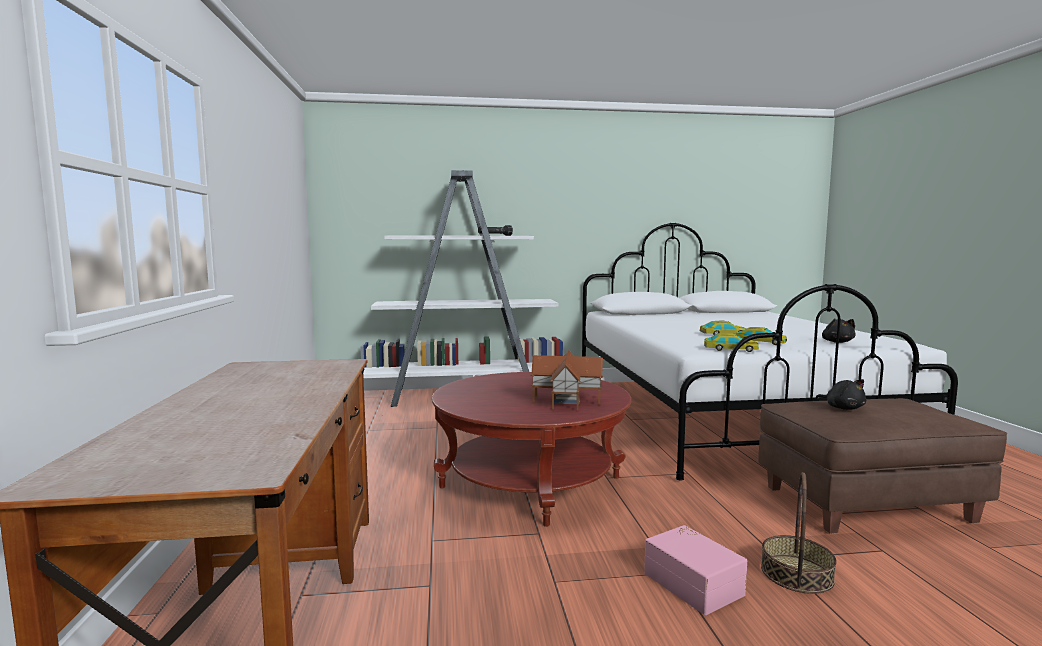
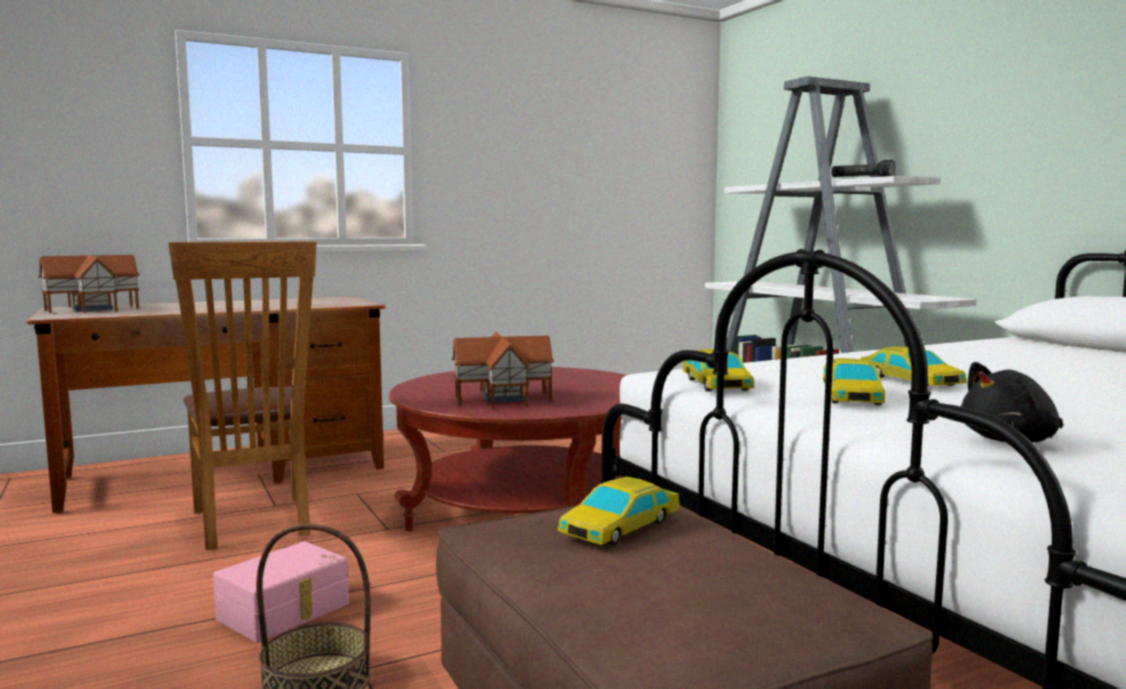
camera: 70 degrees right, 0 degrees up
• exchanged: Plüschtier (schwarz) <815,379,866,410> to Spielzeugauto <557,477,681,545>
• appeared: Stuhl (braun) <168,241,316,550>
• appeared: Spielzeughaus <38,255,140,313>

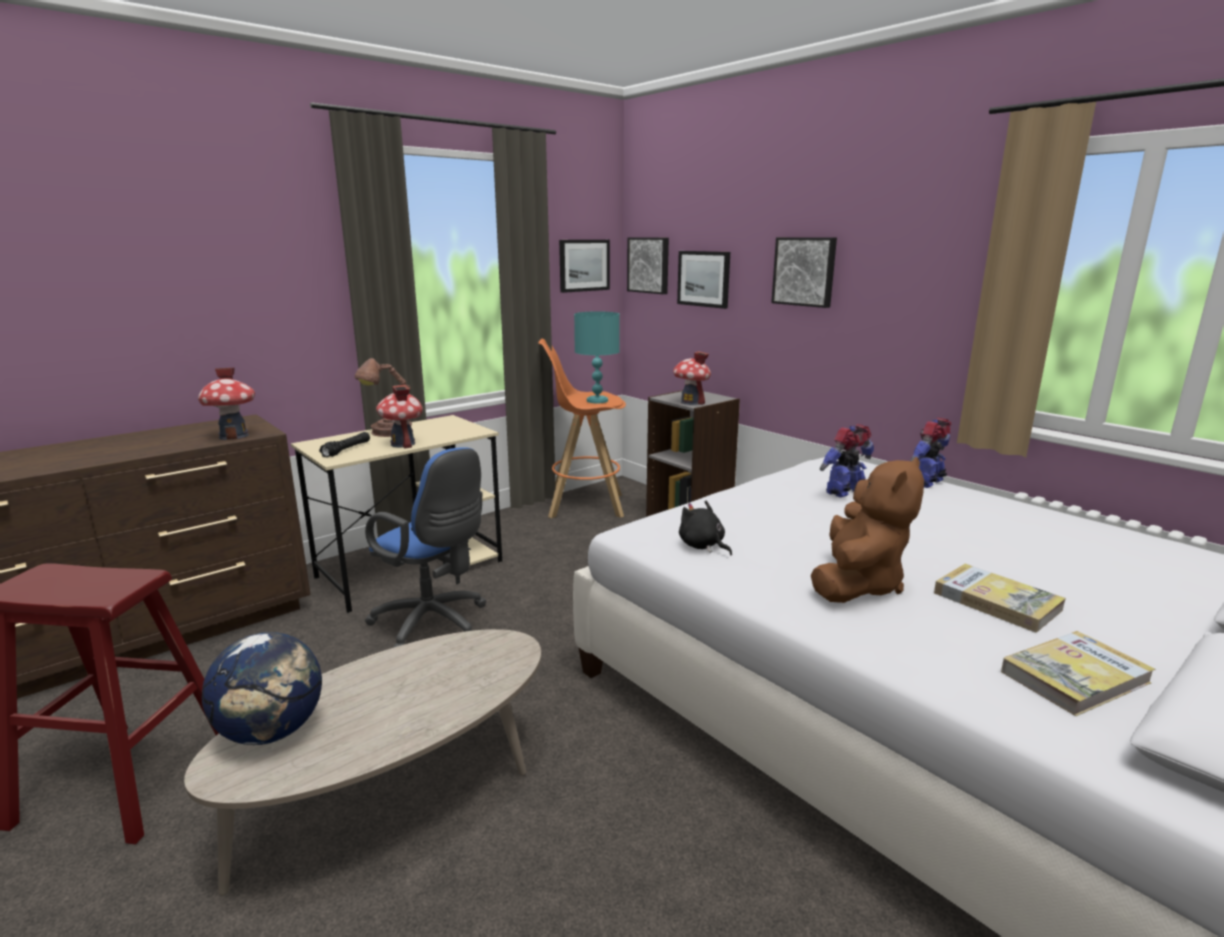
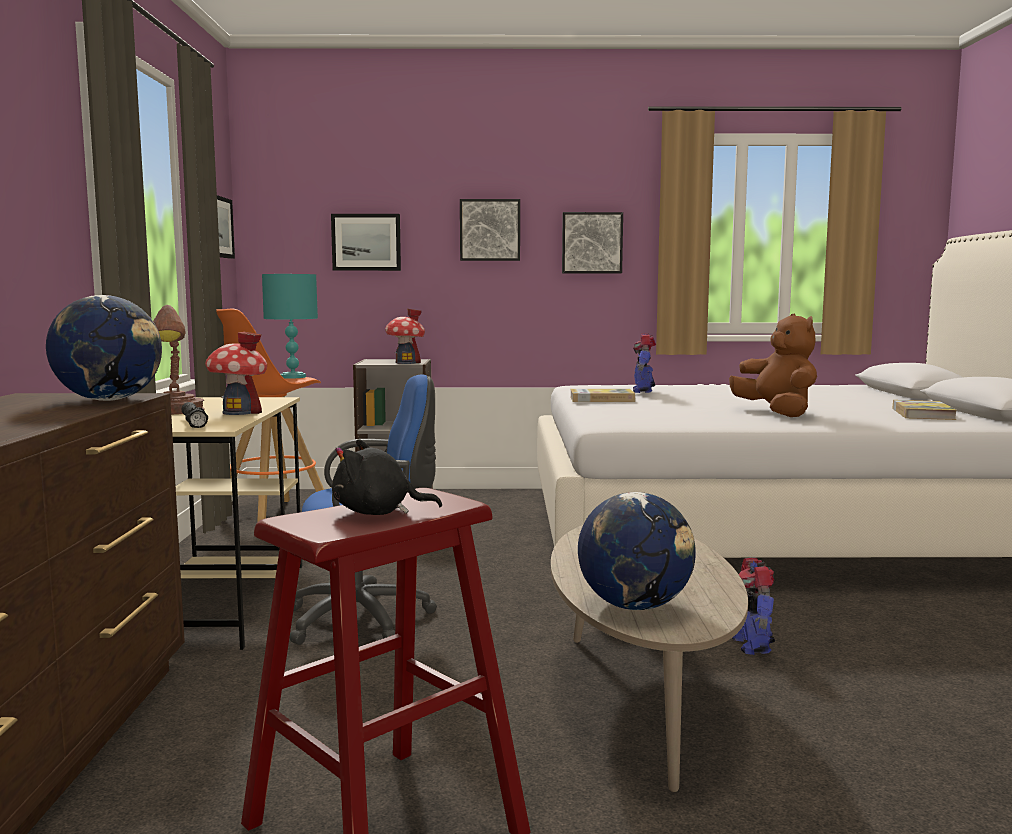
camera: 50 degrees left, 10 degrees down
• relocated: Bild <627,237,669,294> to <562,212,623,273>
• exchanged: Spielzeughaus <198,368,255,440> to Globus <46,295,162,401>
• relocated: Spielzeugroboter <910,418,951,488> to <732,558,775,655>
• relocated: Plüschtier (schwarz) <679,500,732,555> to <332,439,442,515>
• relocated: Buch <934,564,1066,633> to <570,389,635,402>

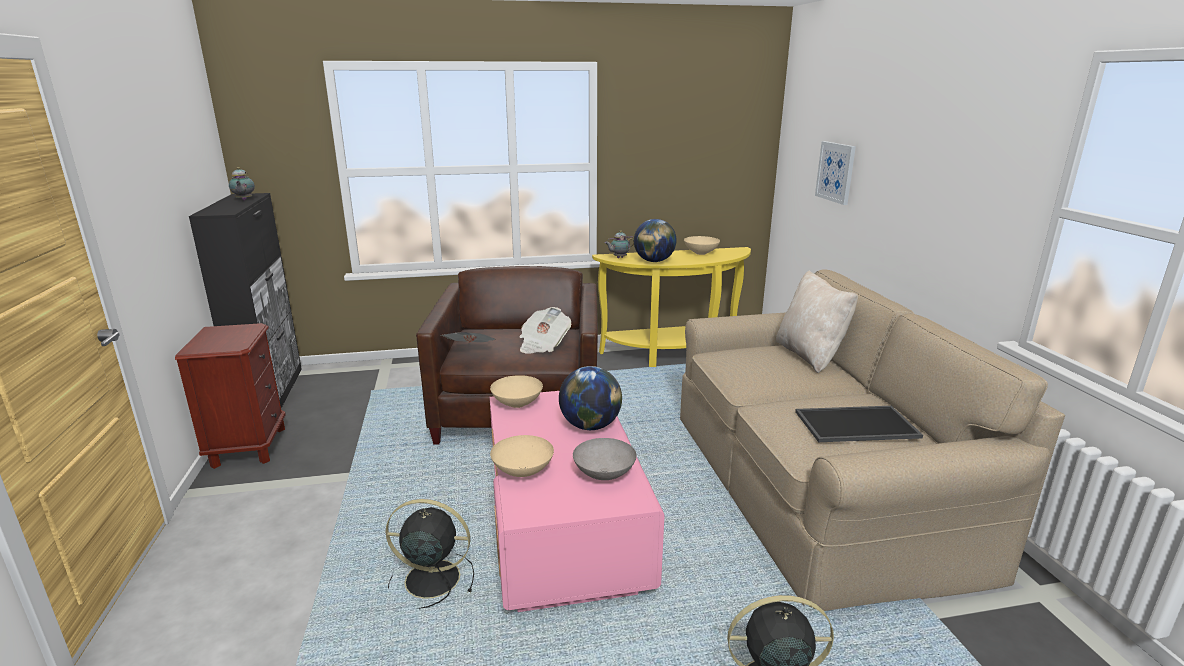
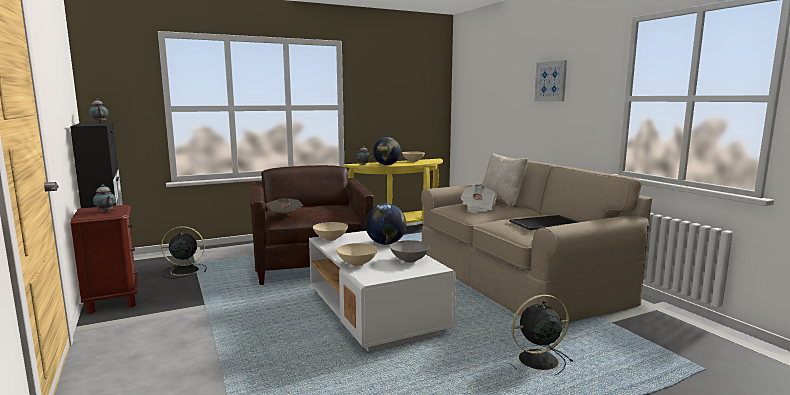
camera: 15 degrees left, 10 degrees down
• relocated: Bild <815,141,856,205> to <534,60,567,102>
• relocated: Zeitung <520,307,571,354> to <460,184,497,213>
• colour: Couchtisch (rosa) <490,391,665,612> to Couchtisch (weiß) <309,231,456,352>
• relocated: Ventilator (schwarz) <385,499,474,609> to <161,226,206,278>
• appeared: Teekanne <93,185,116,212>

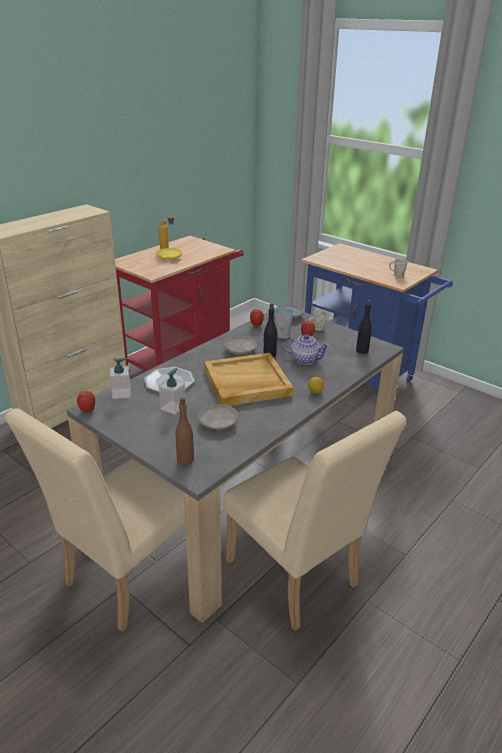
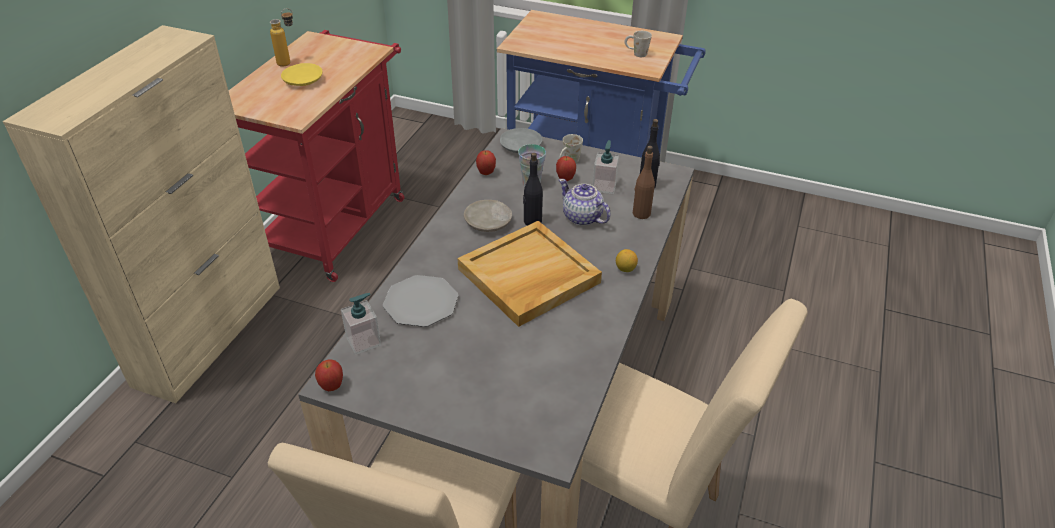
camera: 20 degrees left, 10 degrees up
• spun: Teekanne <283,334,330,365> = <559,179,611,226> 135 degrees counterclockwise
• relocated: Seifenspender <159,368,186,415> to <593,140,619,194>
• relocated: Flasche (braun) <175,398,194,465> to <633,146,655,219>
• missing: Teller (beige) <198,404,238,430>

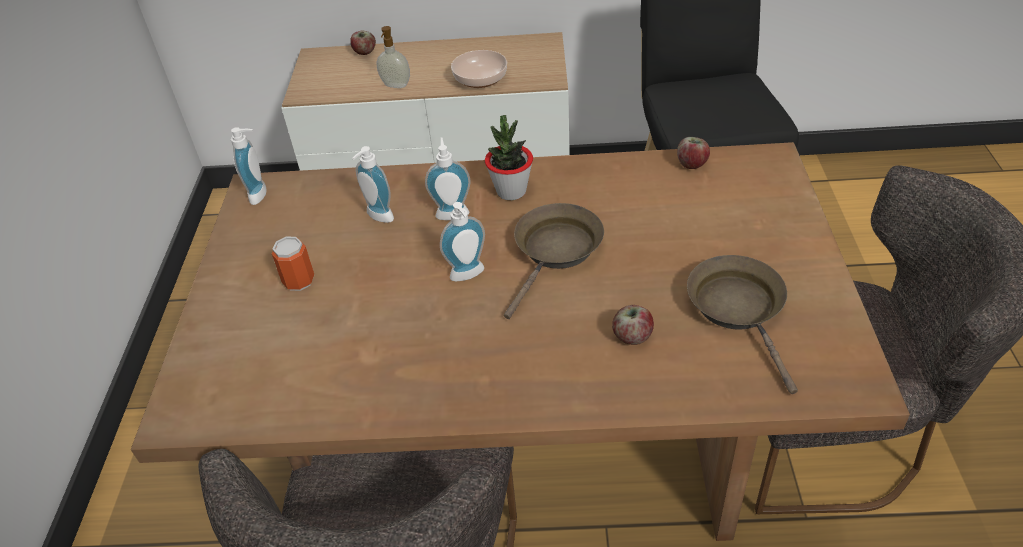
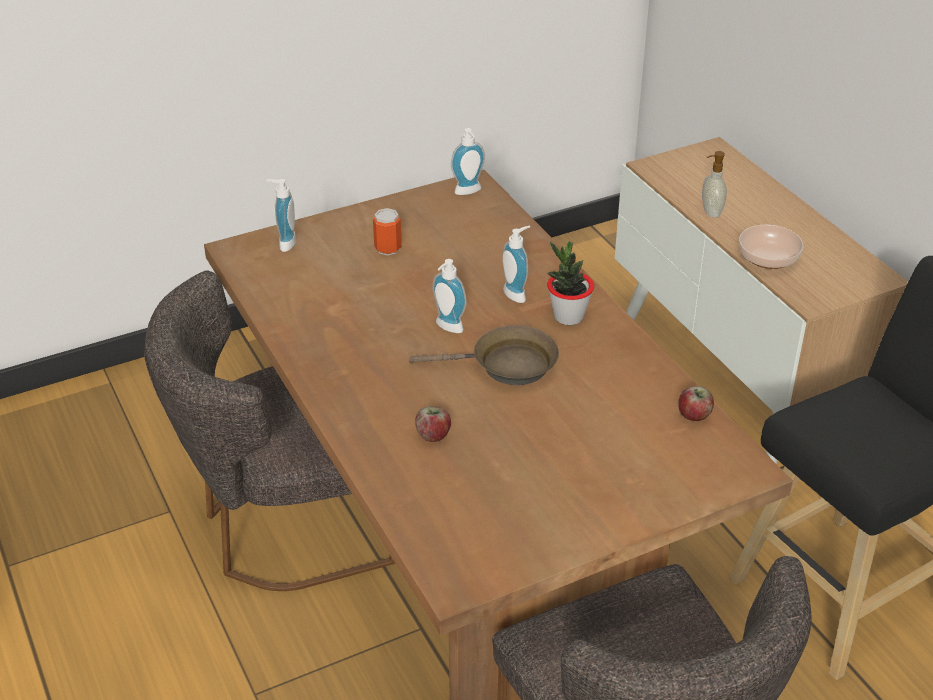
camera: 60 degrees right, 5 degrees down
• missing: Apfel <350,31,376,55>
• relocated: Seifenspender <352,146,394,223> to <266,179,296,252>
• missing: Pfanne (braun) <687,255,798,394>

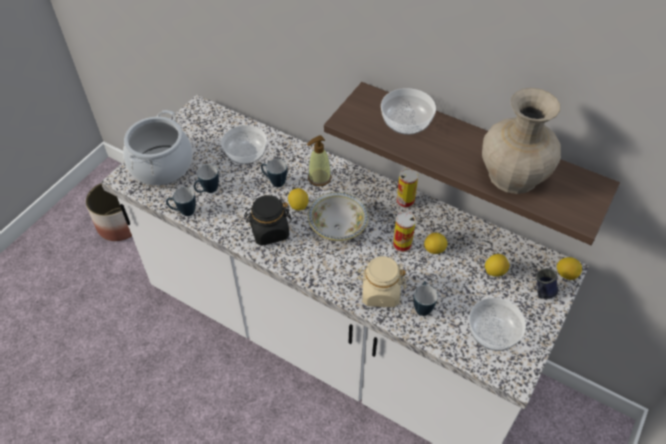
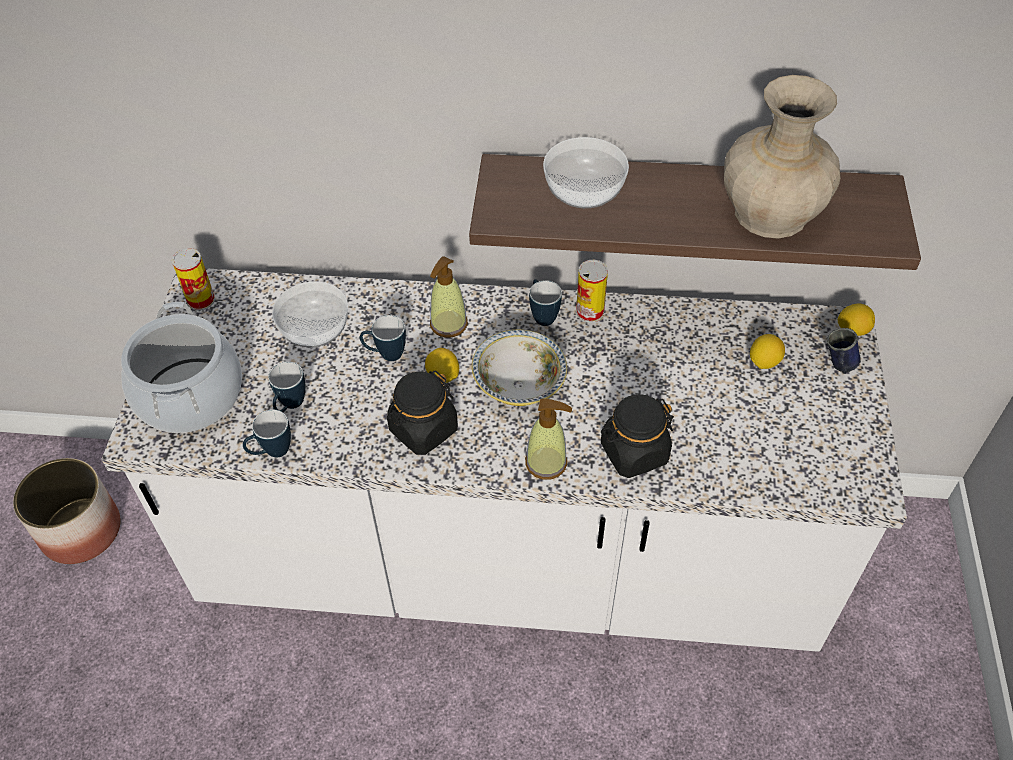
camera: 25 degrees left, 0 degrees up
• relocated: Dose <393,212,416,252> to <172,248,215,311>
• missing: Zitrone <424,233,447,254>
• colour: Vorratsglas (beige) <357,256,406,307> to Vorratsglas (schwarz) <601,394,674,478>
• relocated: Henkelbecher <413,281,438,316> to <529,279,562,326>
• missing: Schüssel <469,298,526,351>
• appeared: Seifenspender <525,399,572,480>

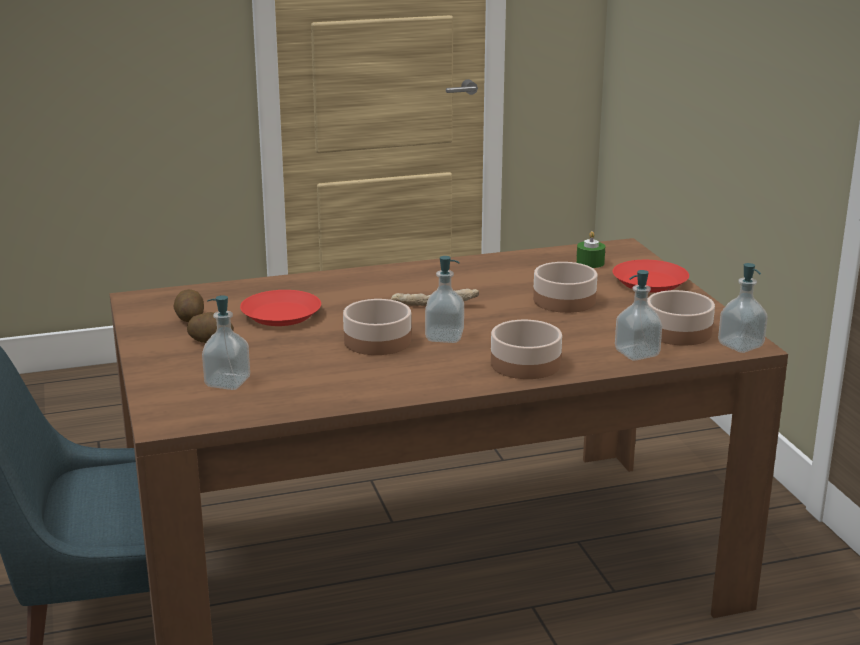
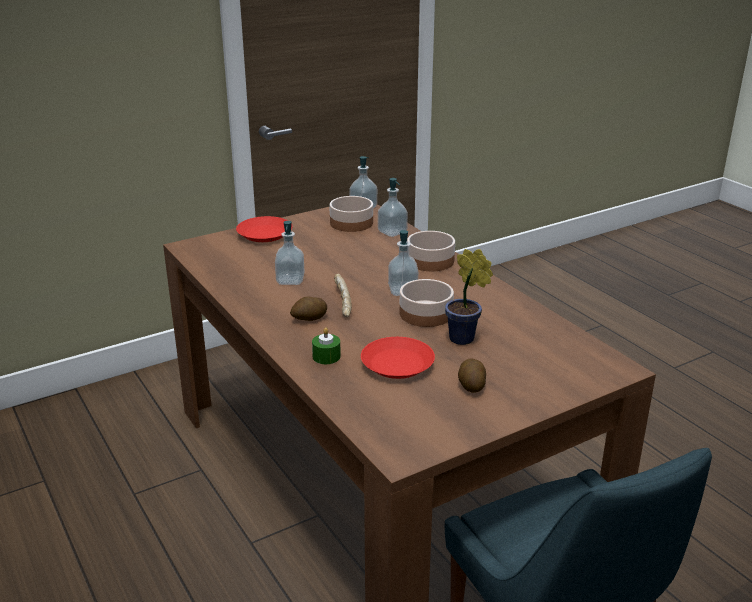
camera: 105 degrees left, 5 degrees up
• relocated: Kerze (grün) <576,231,605,268> to <312,327,341,364>
• missing: Schüssel <533,262,597,313>
• relocated: Kartoffel <174,289,204,322> to <290,297,327,321>
• relocated: Seifenspender <202,295,250,390> to <275,221,305,285>
• appeared: Topfpflanze <445,249,493,345>

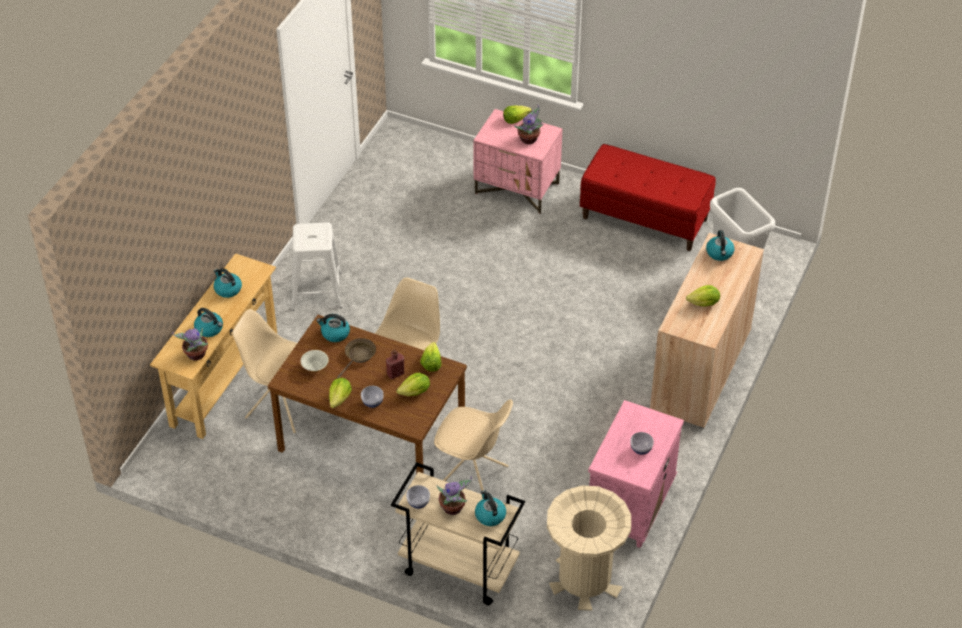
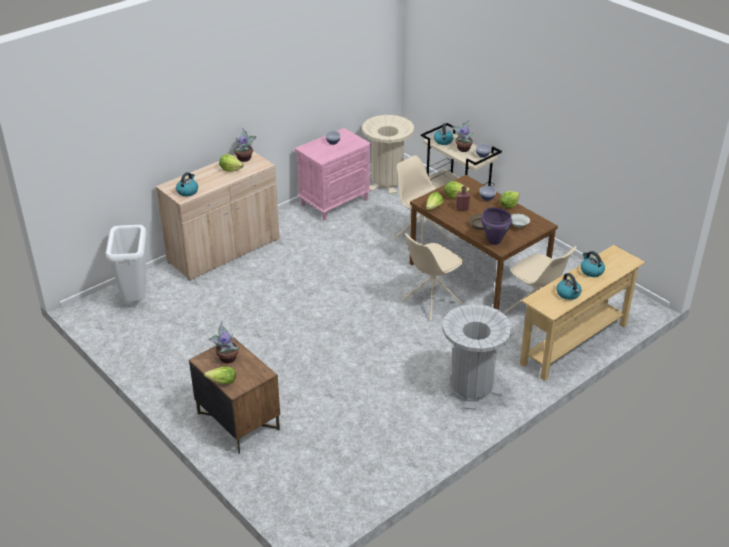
camera: 155 degrees left, 10 degrees down
• colour: Nachttisch (rosa) <473,109,563,214> to Nachttisch (braun) <189,337,280,454>
• missing: Bank (rot) <580,144,716,251>
• exchanged: Hocker (weiß) <291,222,342,311> to Mülleimer (grau) <442,304,512,410>
• exchanged: Wasserkessel <316,314,350,342> to Kochtopf (lila) <481,207,512,245>
• relocated: Topfpflanze <172,328,208,360> to <233,128,256,162>

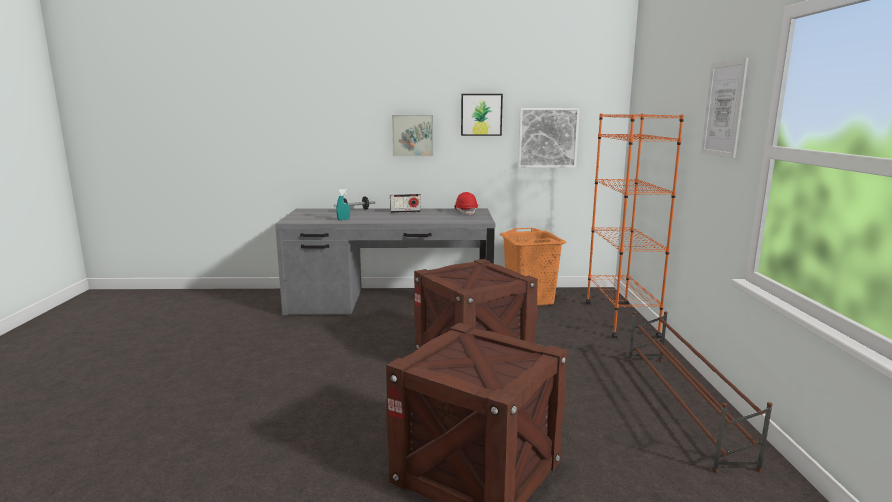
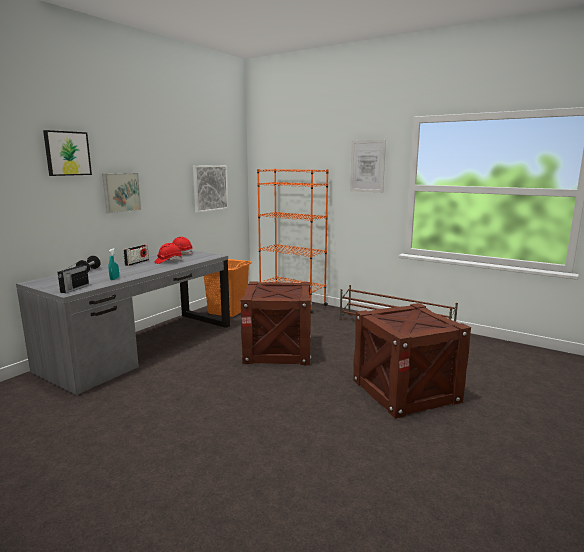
camera: 55 degrees left, 0 degrees up
• relocated: Bild <461,94,503,136> to <43,130,92,176>
• appeared: Schutzhelm (rot) <155,243,182,264>
• appeared: Radio <58,262,89,293>

